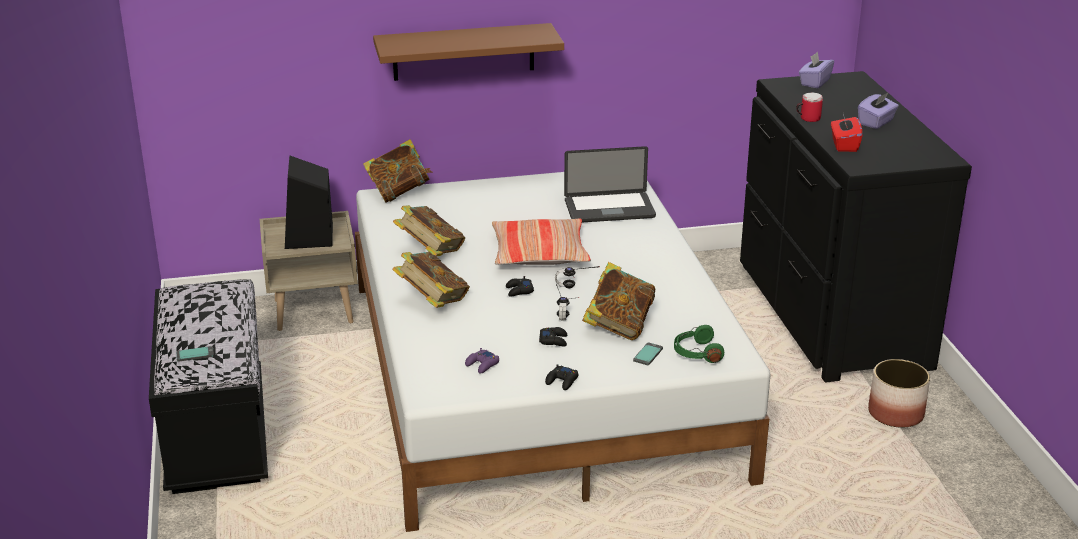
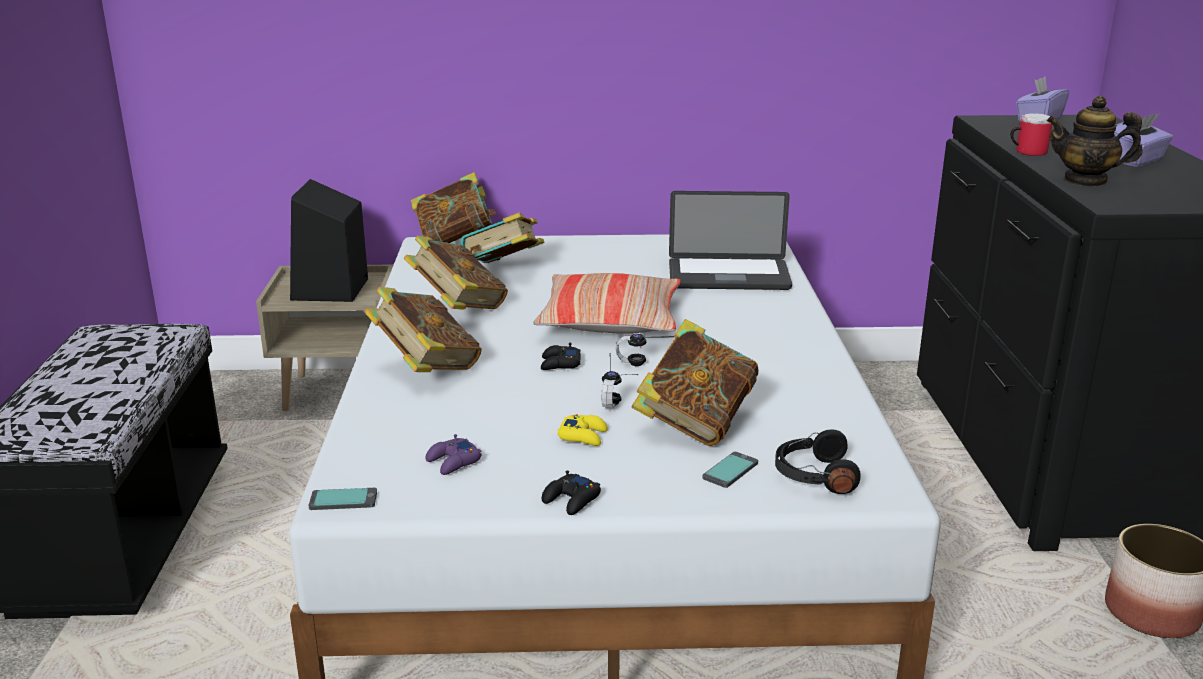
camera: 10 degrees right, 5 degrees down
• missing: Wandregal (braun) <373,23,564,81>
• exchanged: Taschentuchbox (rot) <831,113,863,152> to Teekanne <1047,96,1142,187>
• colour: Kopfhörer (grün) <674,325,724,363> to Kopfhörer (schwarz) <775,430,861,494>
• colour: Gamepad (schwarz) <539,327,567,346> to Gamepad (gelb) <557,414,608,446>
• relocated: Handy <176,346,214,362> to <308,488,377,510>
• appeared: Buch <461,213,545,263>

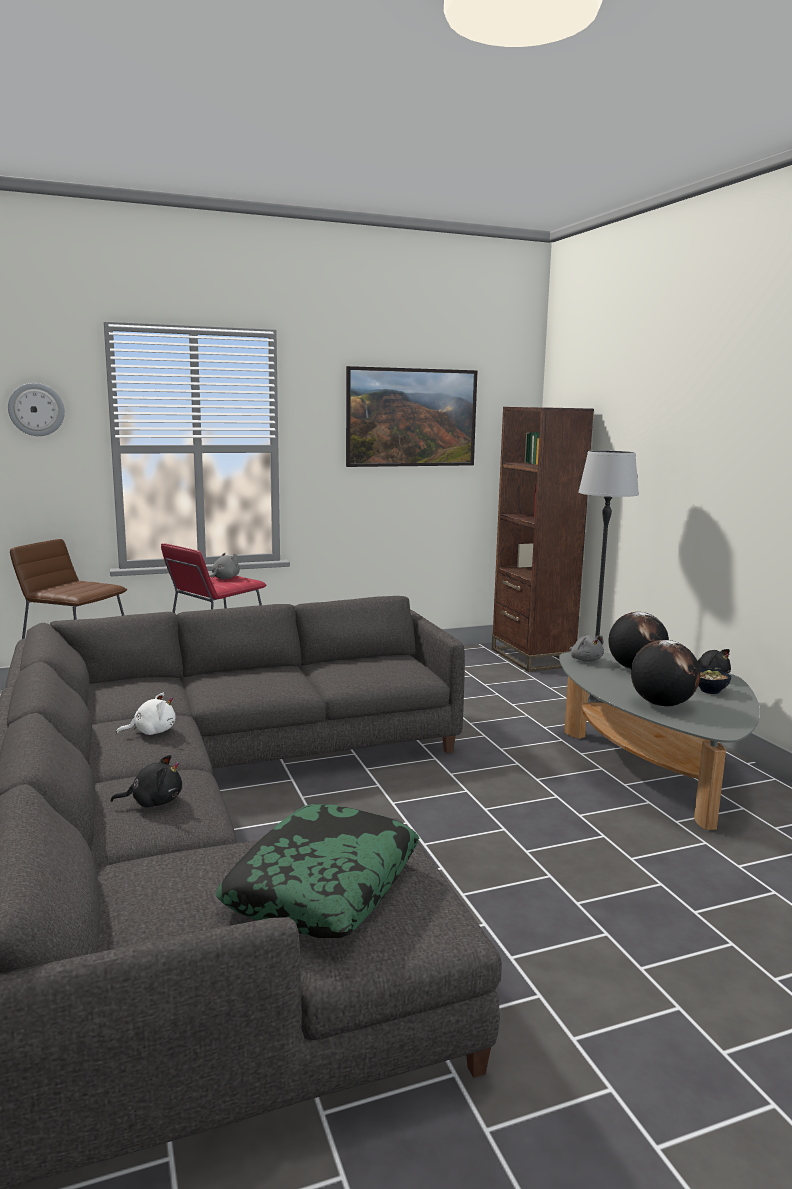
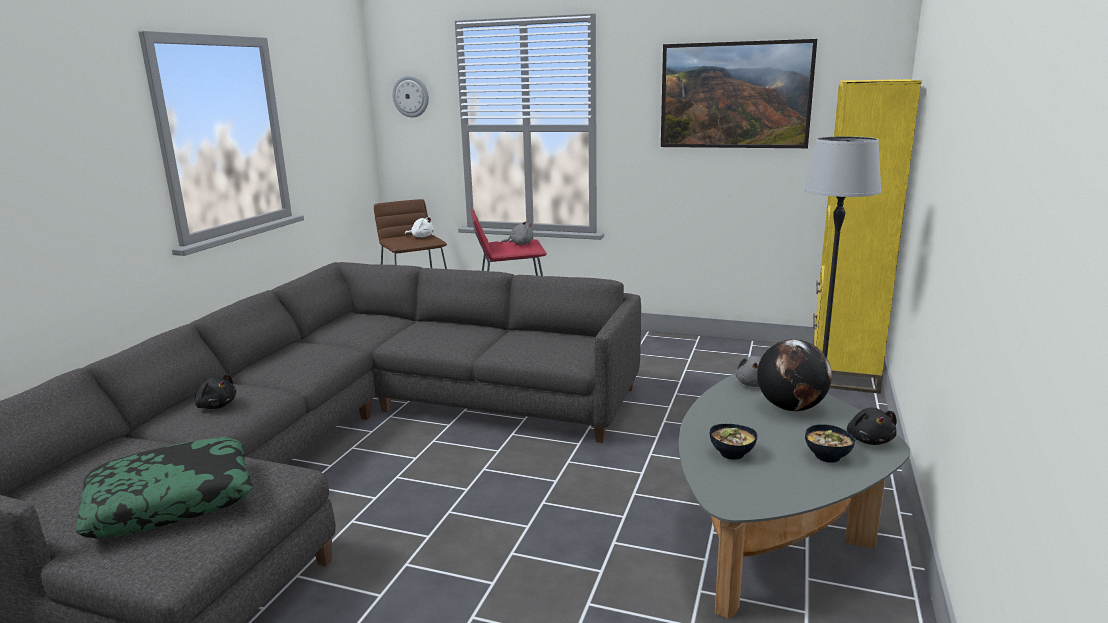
camera: 40 degrees right, 5 degrees up
• colour: Bücherregal (braun) <492,407,594,672> to Bücherregal (gelb) <813,79,922,394>
• exchanged: Globus <631,640,700,707> to Schüssel <710,424,757,460>
• relocated: Plüschtier (weiß) <116,693,176,735> to <405,216,434,237>

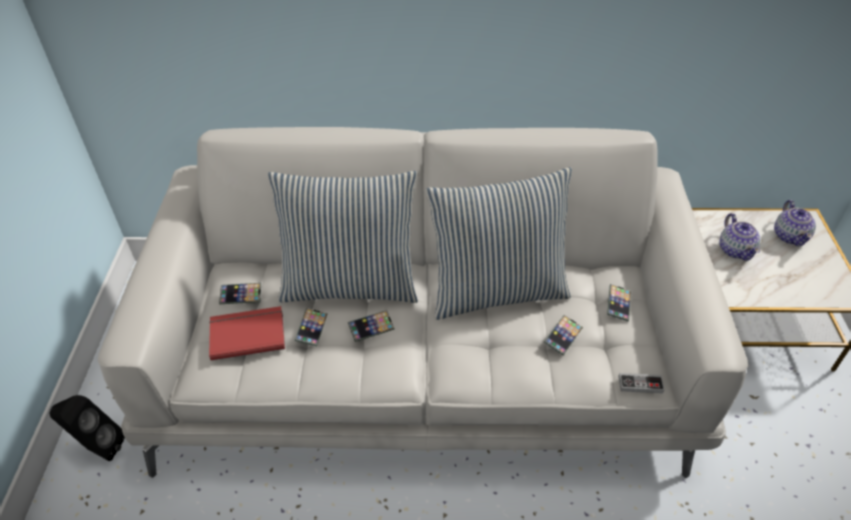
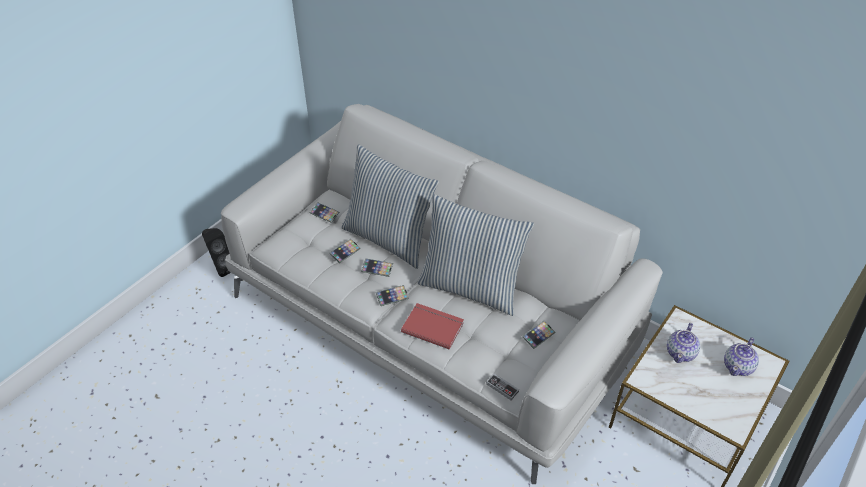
camera: 35 degrees right, 0 degrees up
• relocated: Buch (rot) <209,306,285,360> to <401,303,464,350>
• relocated: Handy <544,315,583,356> to <376,285,409,306>

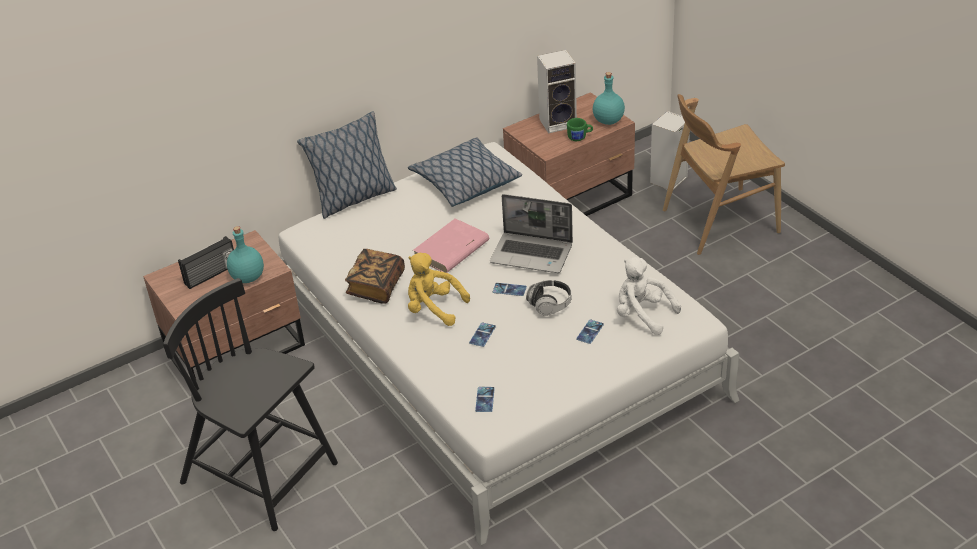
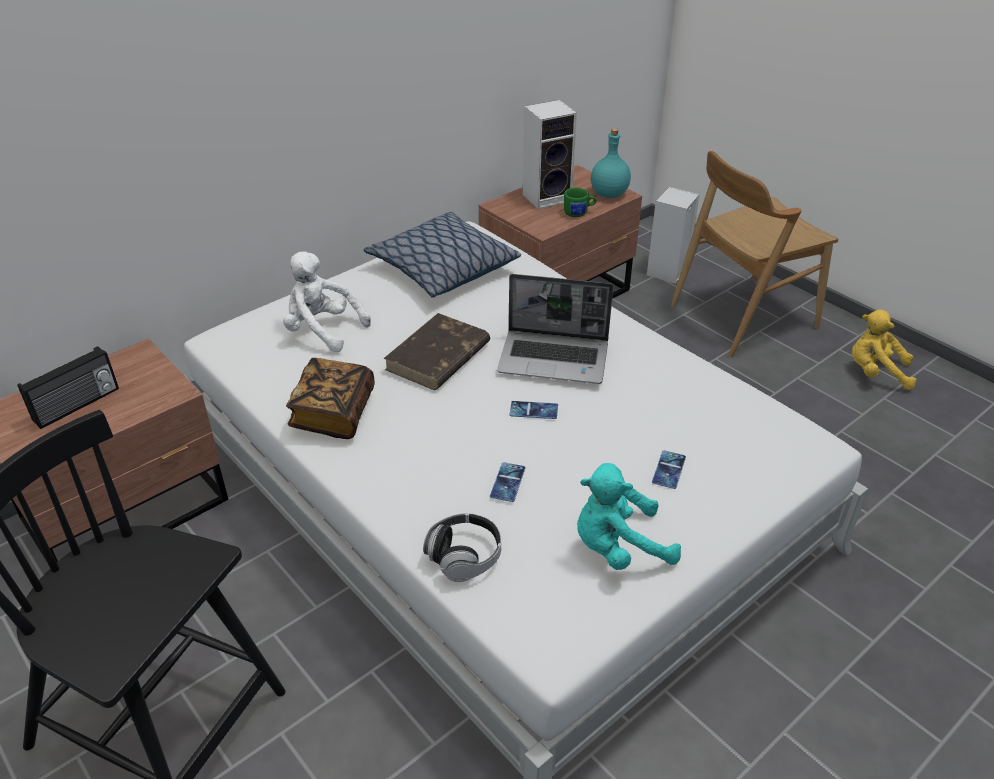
camera: 10 degrees left, 0 degrees up
• missing: Kissen <297,111,397,219>
• colour: Buch (rosa) <413,218,489,273> to Buch (braun) <384,313,490,390>
• missing: Flasche (türkis) <227,226,264,283>
• relocated: Plüschtier (gelb) <408,253,470,326> to <852,309,917,390>
• relocated: Plüschtier (weiß) <617,257,681,335> to <283,251,371,352>
• relocated: Kopfhörer <526,280,571,316> to <423,513,501,582>
• missing: Handy <475,387,495,412>
• appeared: Plüschtier (türkis) <577,463,681,570>

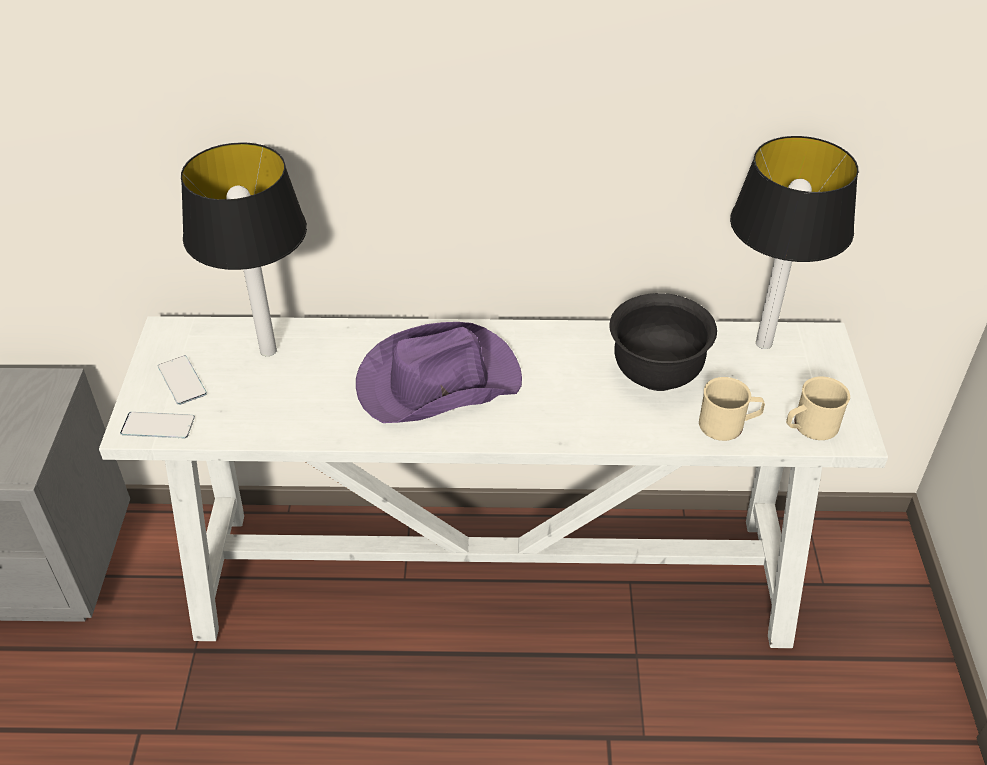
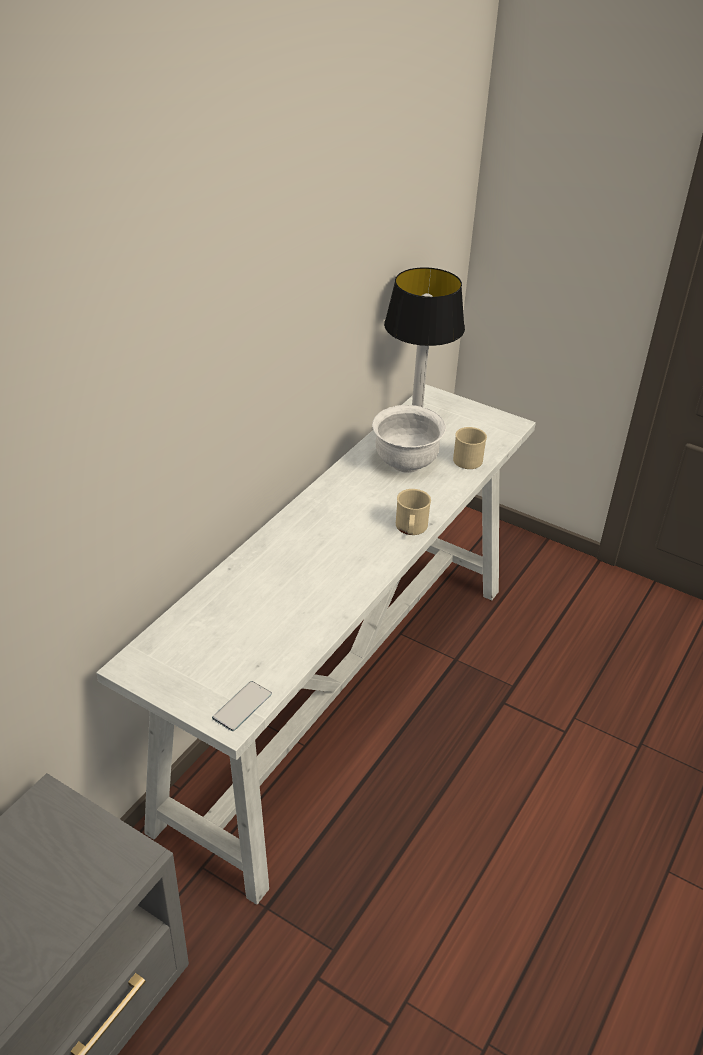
camera: 60 degrees left, 5 degrees down
• missing: Tischlampe <181,143,307,356>
• colour: Schüssel (schwarz) <609,293,717,391> to Schüssel (weiß) <372,405,446,473>
• missing: Hut (lila) <356,322,522,423>
• missing: Handy <158,356,207,405>
• relocated: Henkelbecher (beige) <786,376,850,440> to <396,489,431,535>

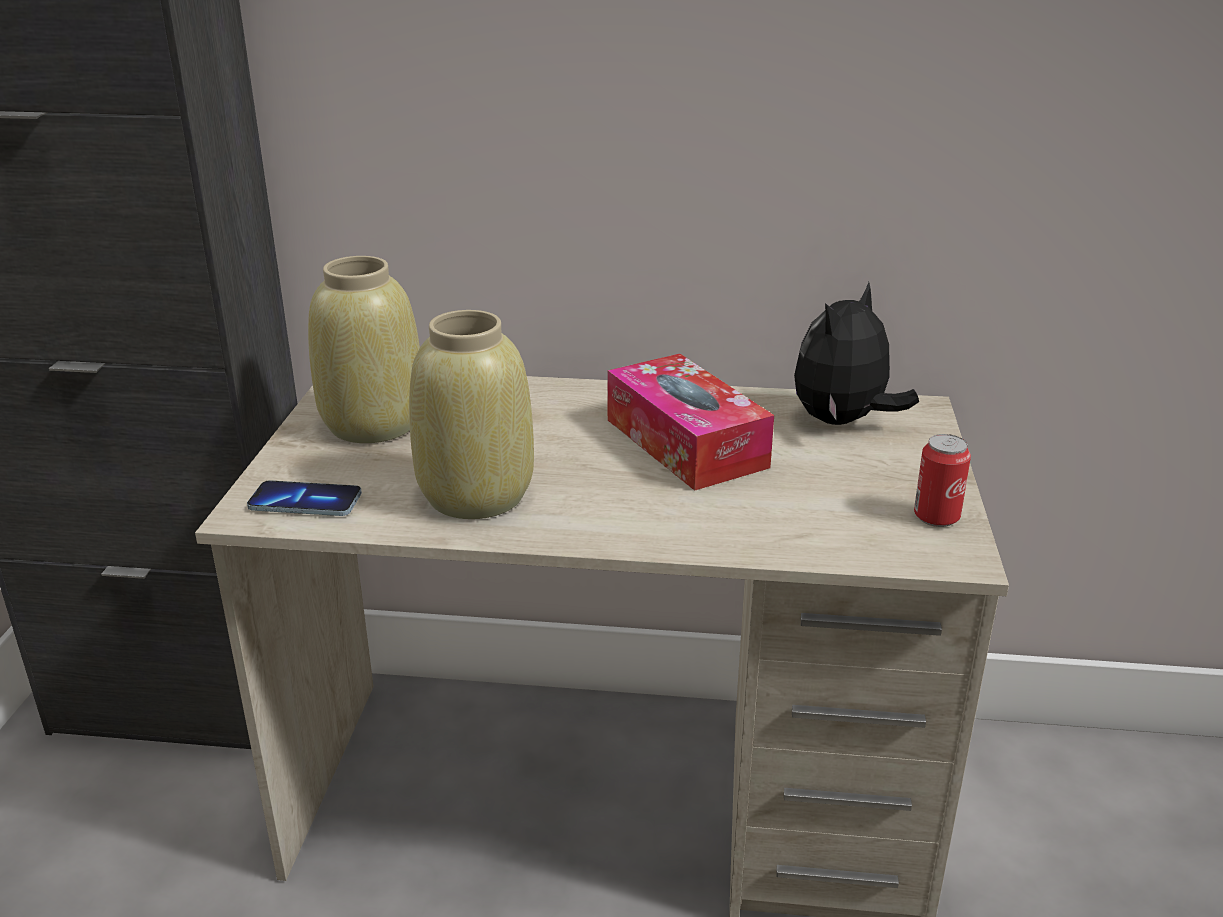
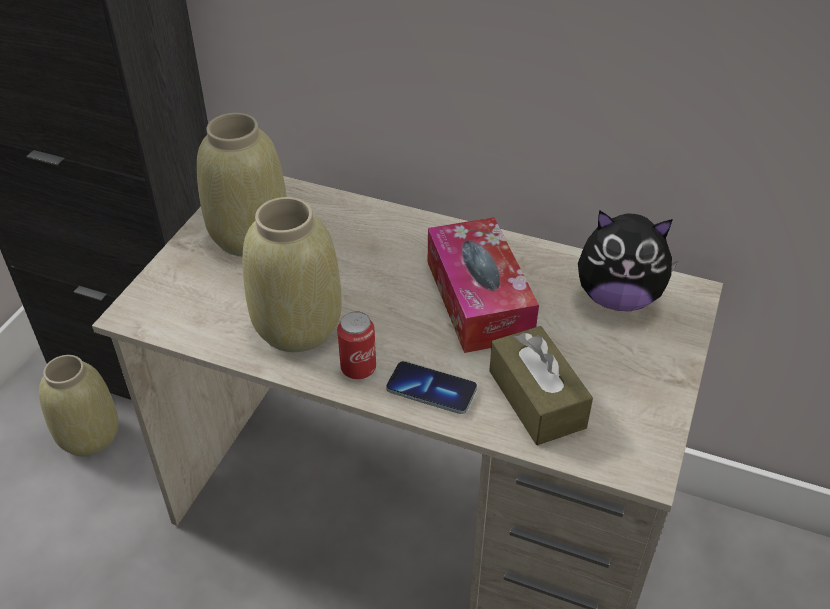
camera: 15 degrees right, 15 degrees up
• spun: Plüschtier <794,282,919,425> = <578,210,678,311> 135 degrees counterclockwise
• relocated: Dose <914,434,971,527> to <337,312,376,379>
• relocated: Handy <247,480,362,516> to <386,361,477,414>
• appeared: Taschentuchbox (braun) <489,326,593,445>
• appeared: Vase (beige) <39,355,119,456>

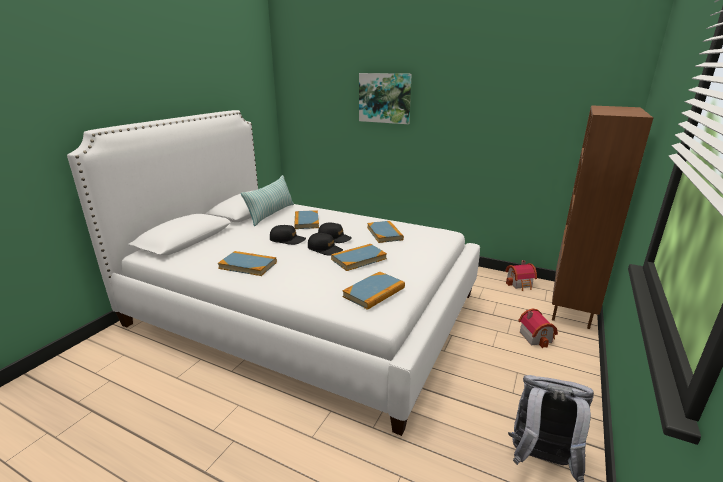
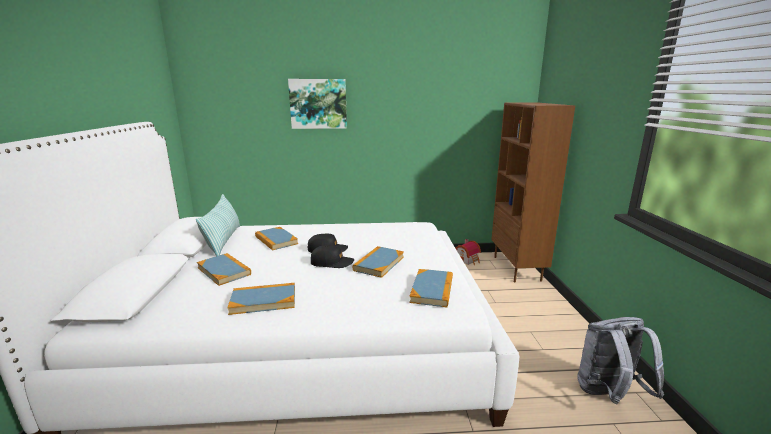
camera: 30 degrees left, 5 degrees down
• relocated: Buch <367,221,404,243> to <197,253,251,286>
• missing: Kappe (schwarz) <270,225,306,245>
• missing: Spielzeughaus <518,308,558,348>

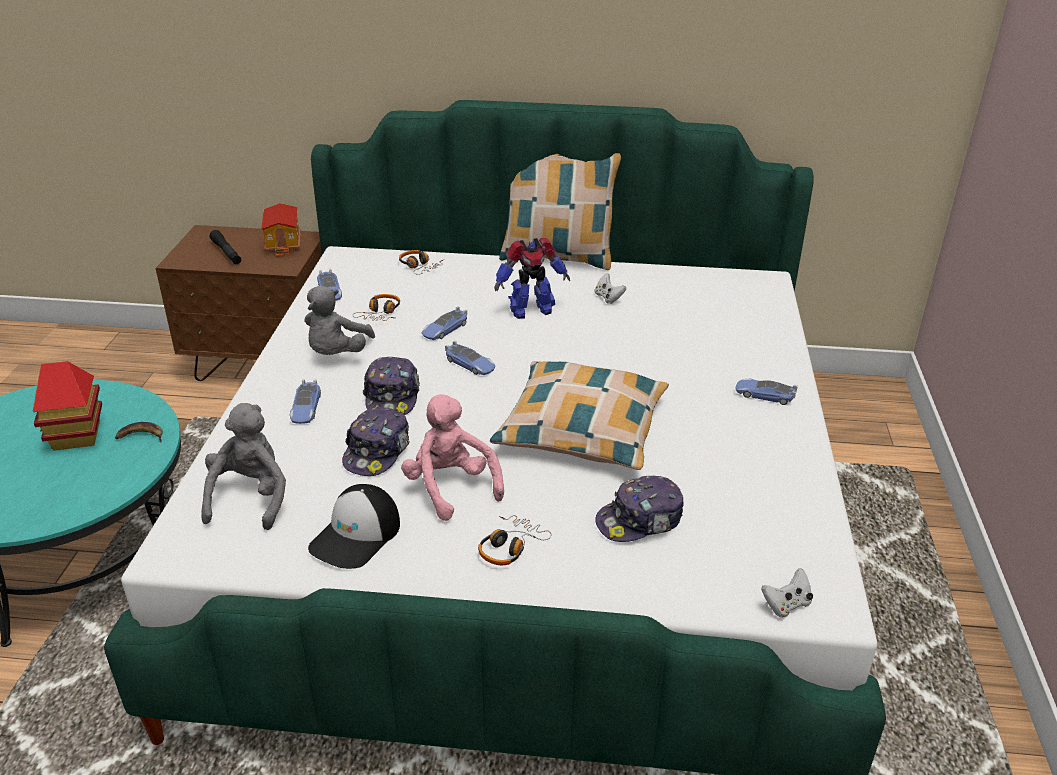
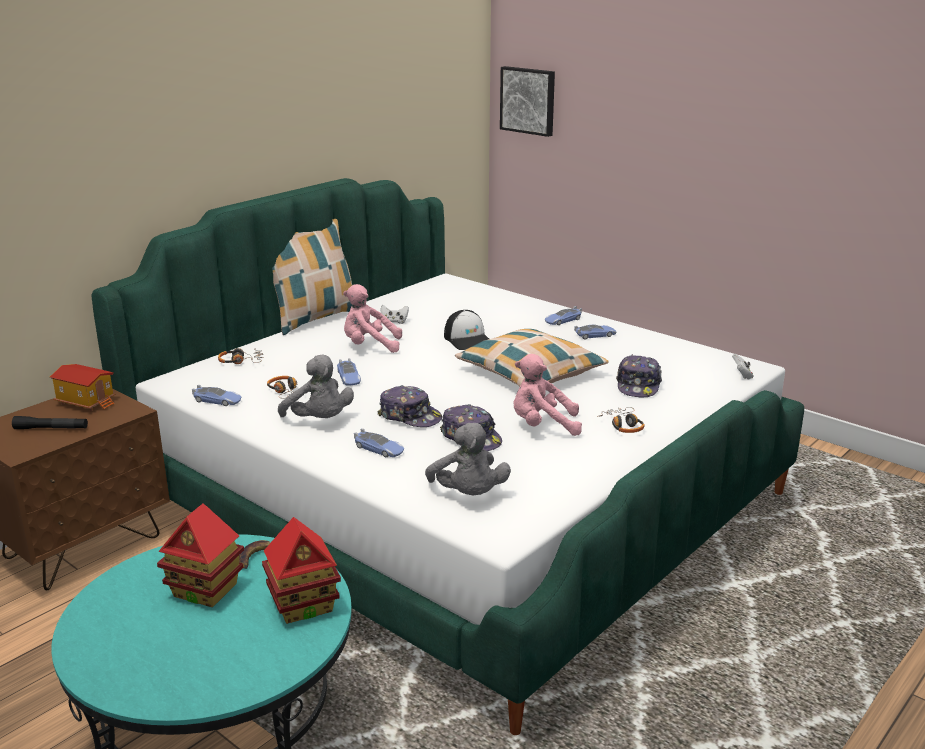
camera: 55 degrees left, 10 degrees down
• exchanged: Spielzeugroboter <494,238,570,319> to Plüschtier (rosa) <343,284,402,353>
• relocated: Spielzeugauto <445,341,496,375> to <574,324,616,340>
• spun: Plüschtier (grau) <201,403,286,530> = <425,423,511,495> 150 degrees counterclockwise
• relocated: Kappe <308,484,400,569> to <444,310,489,350>
• appeared: Bild <500,66,555,137>
• appeared: Spielzeughaus <262,517,341,624>

